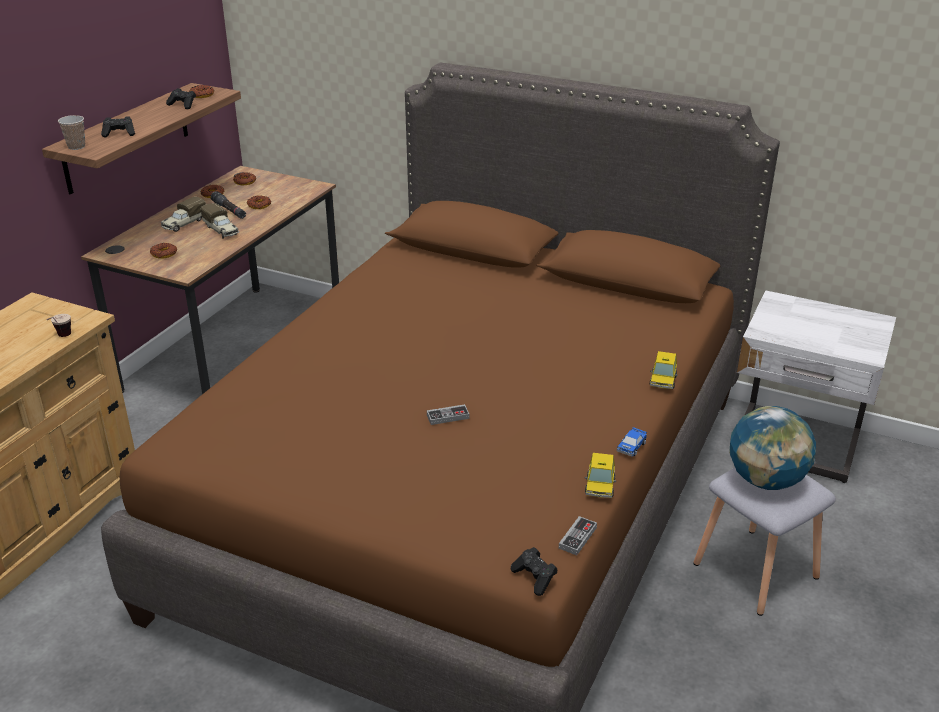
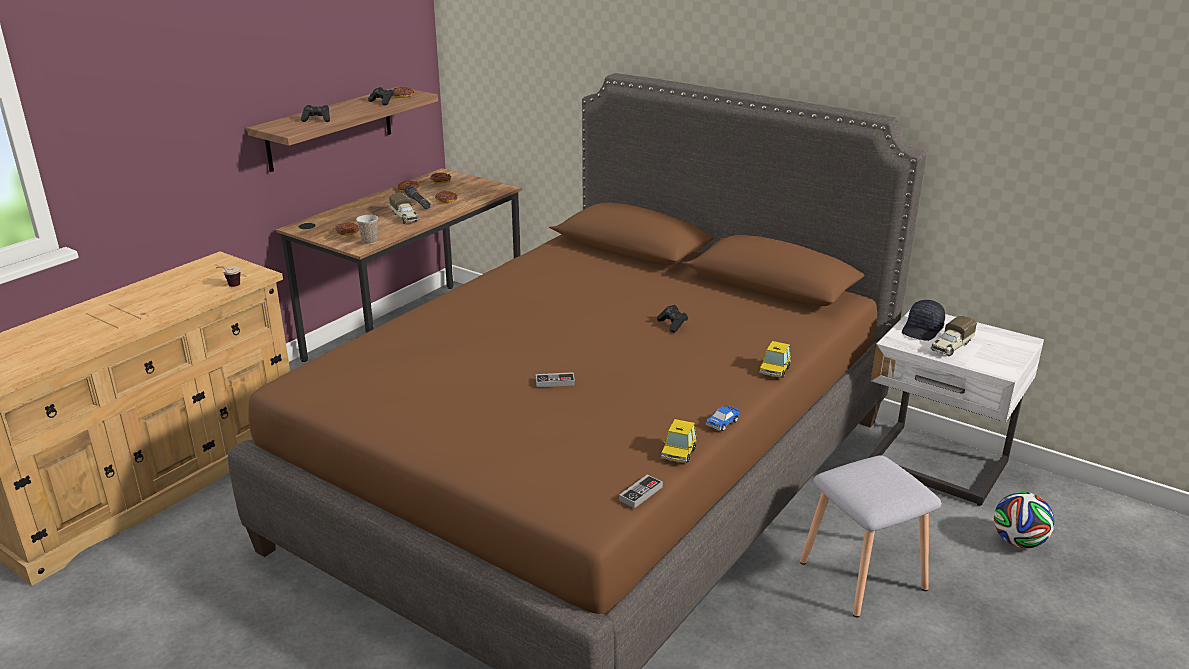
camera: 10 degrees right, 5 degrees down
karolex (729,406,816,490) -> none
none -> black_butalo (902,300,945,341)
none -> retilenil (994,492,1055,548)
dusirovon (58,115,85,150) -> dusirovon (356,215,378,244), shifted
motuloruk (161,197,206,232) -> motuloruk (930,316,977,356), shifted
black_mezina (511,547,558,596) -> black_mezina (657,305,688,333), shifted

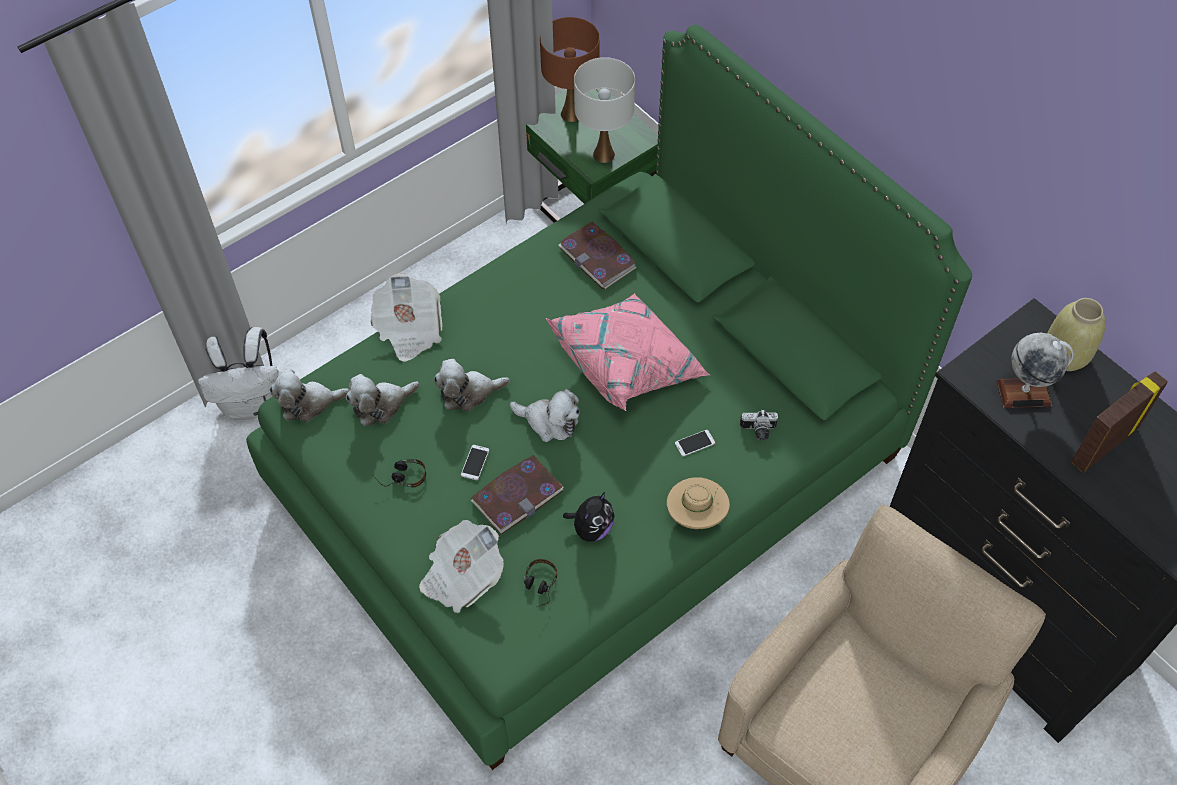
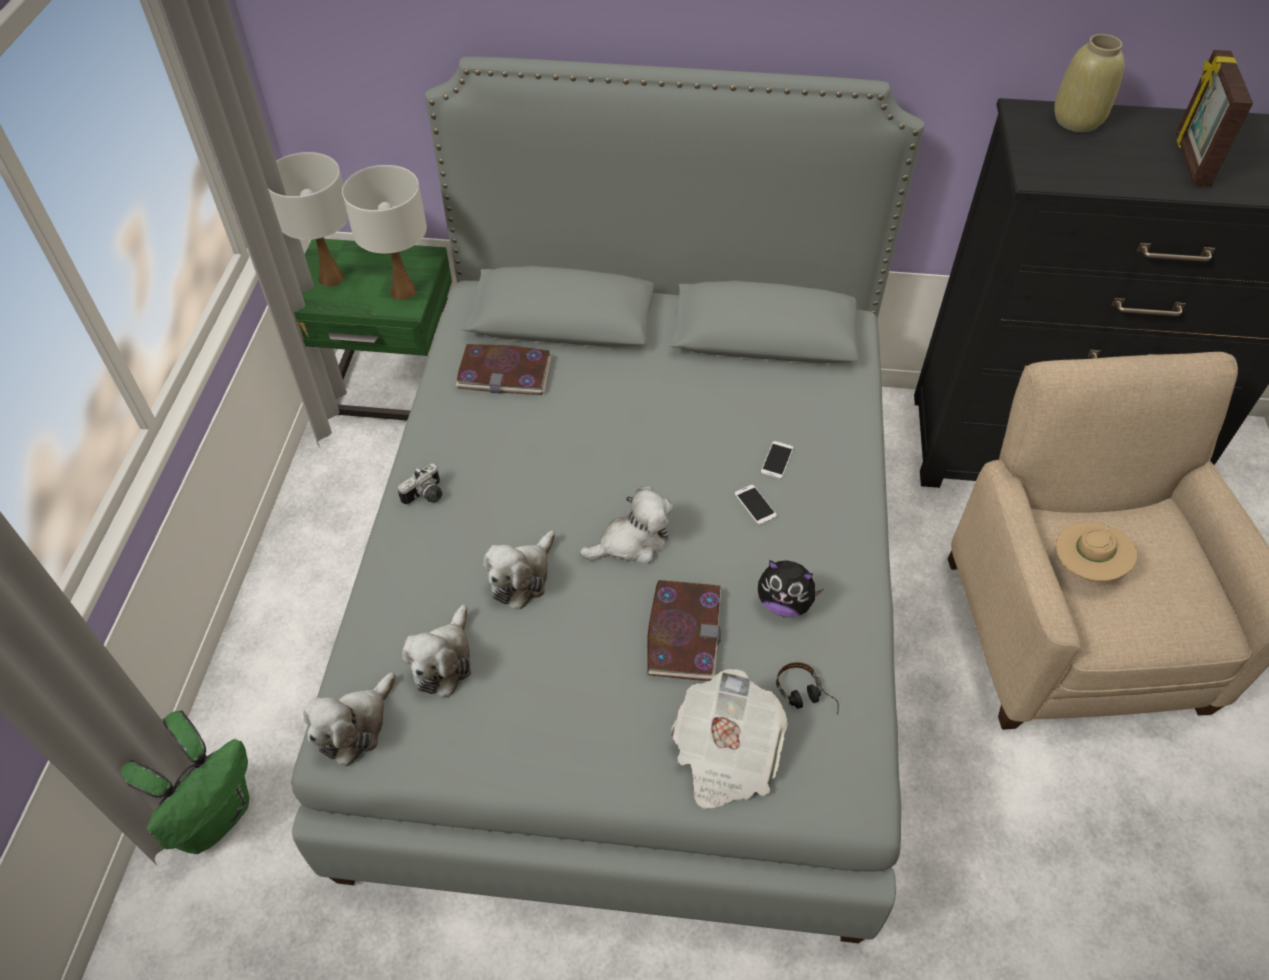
camera: 45 degrees left, 5 degrees down
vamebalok (370,273,442,362) -> none
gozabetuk (372,459,426,487) -> none
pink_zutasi (546,293,710,411) -> none
karolex (997,333,1074,408) -> none
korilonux (461,445,489,480) -> korilonux (735,485,777,525), shifted
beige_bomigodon (667,477,730,529) -> beige_bomigodon (1056,521,1138,582), shifted
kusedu (740,409,778,441) -> kusedu (398,464,442,505), shifted
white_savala (198,327,279,420) -> green_savala (121,710,249,854)
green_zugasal (246,25,972,770) -> grey_zugasal (291,56,924,943)
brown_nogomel (540,17,600,122) -> white_nogomel (268,152,349,286)
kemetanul (563,492,614,542) -> kemetanul (758,560,823,617), 120 degrees clockwise

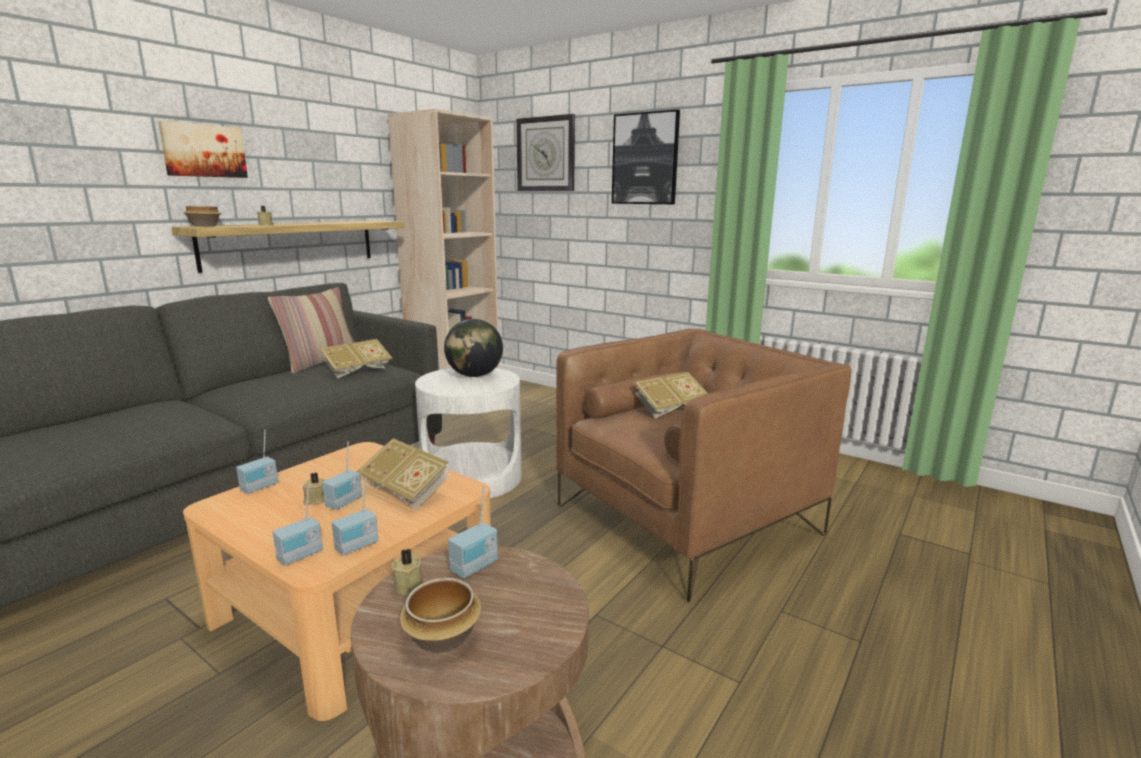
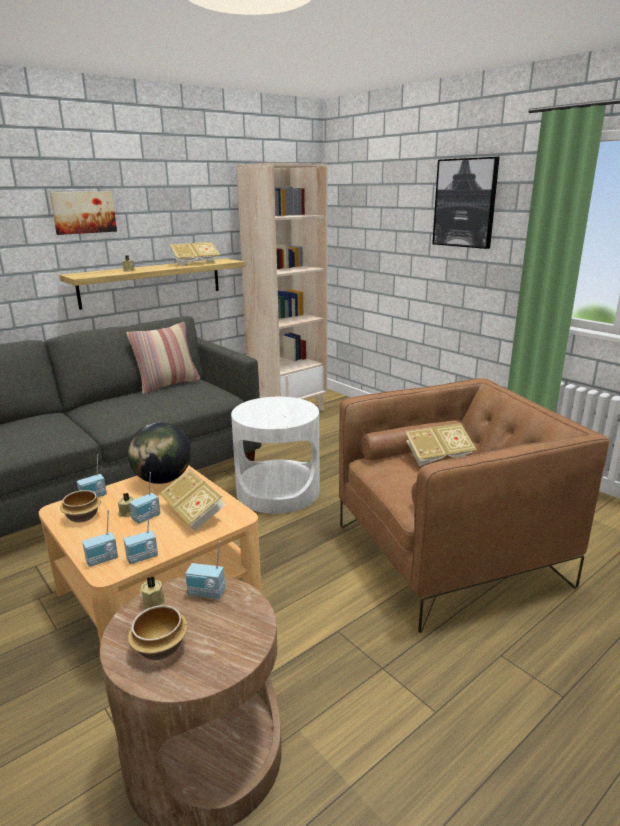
camera: 15 degrees right, 5 degrees up
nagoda (516,114,575,191) -> none
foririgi (183,206,222,226) -> foririgi (60,490,101,523), shifted
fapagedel (319,339,393,378) -> fapagedel (169,242,220,266), shifted
karolex (444,319,503,377) -> karolex (128,422,191,484), shifted
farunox (448,486,498,579) -> farunox (185,541,225,599), 45 degrees clockwise

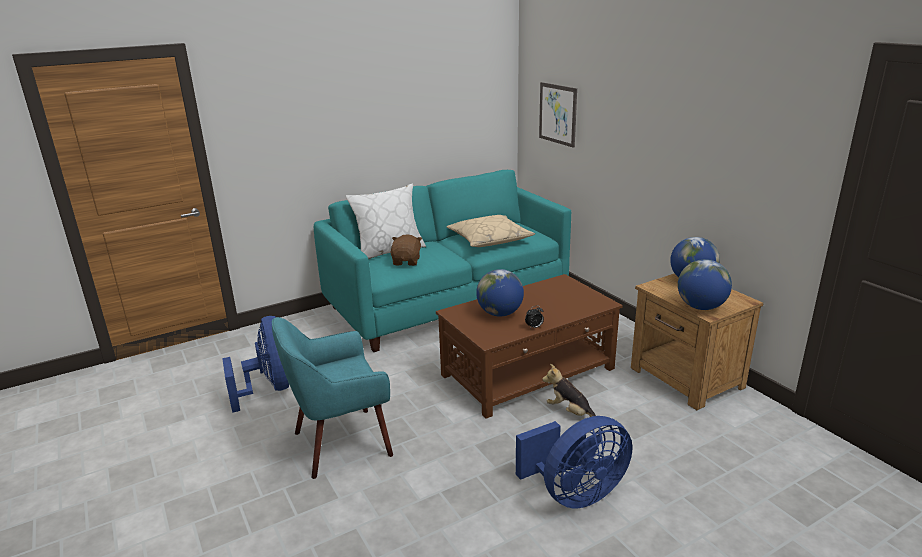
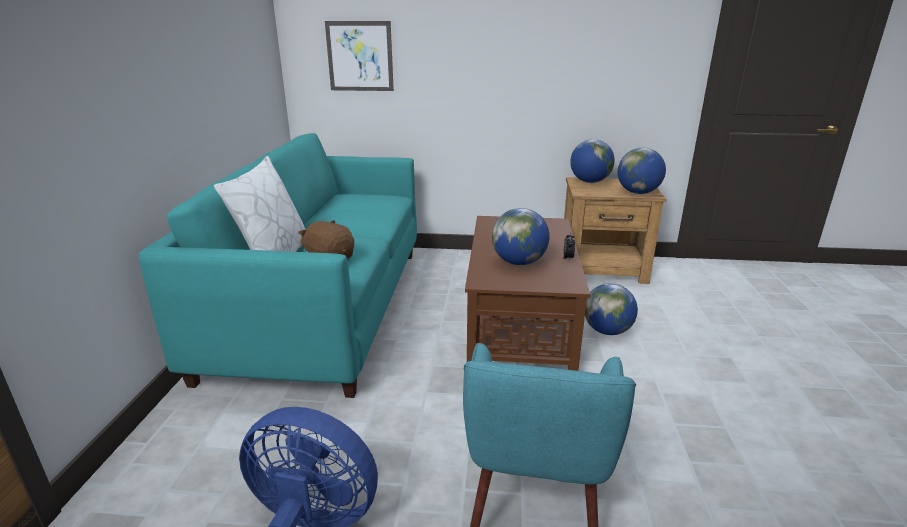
camera: 55 degrees left, 0 degrees up
beige_zutasi (447,215,535,247) -> none
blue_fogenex (516,416,632,508) -> none
kemetanul (542,364,596,417) -> karolex (585,283,638,335)

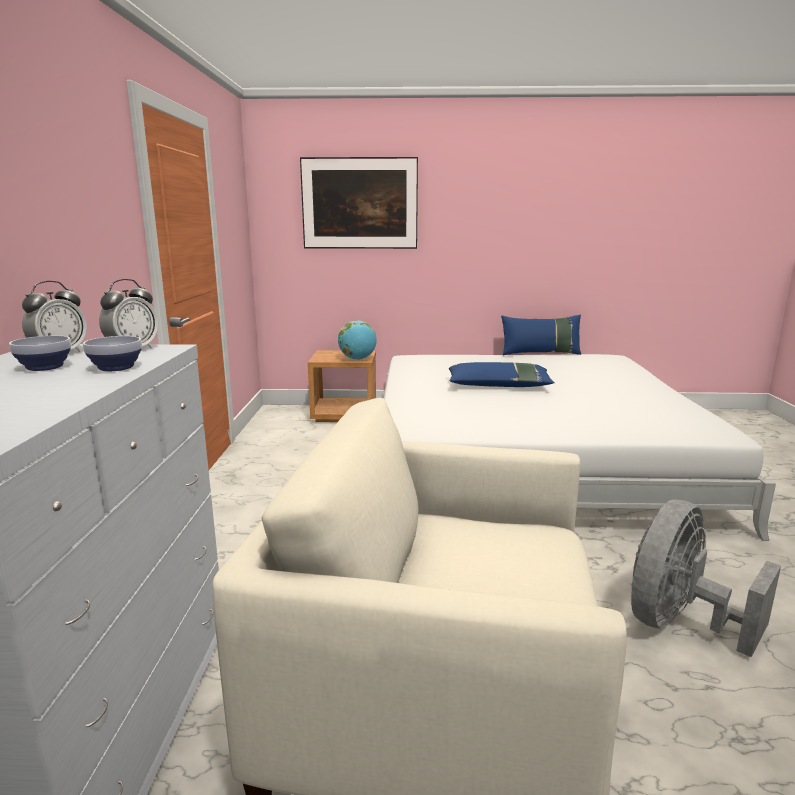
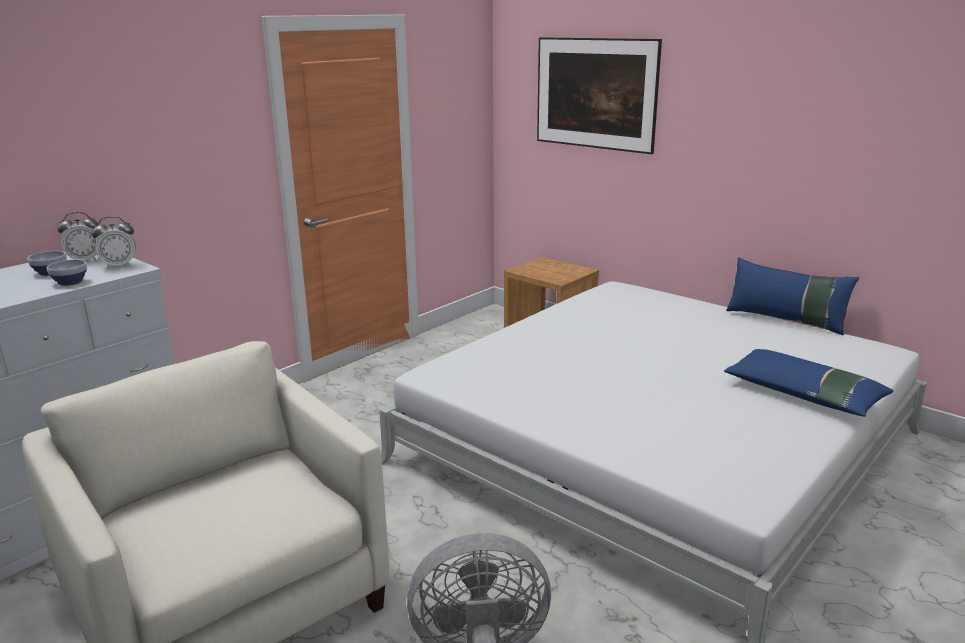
camera: 40 degrees right, 5 degrees up
karolex (338,320,377,360) -> none
blue_zutasi (449,362,555,387) -> blue_zutasi (724,349,893,417), shifted

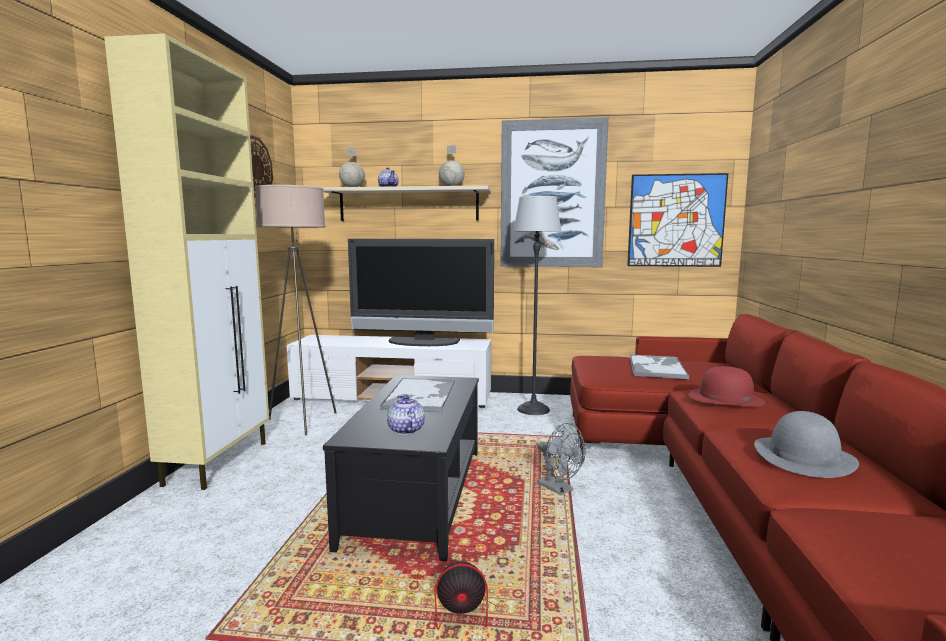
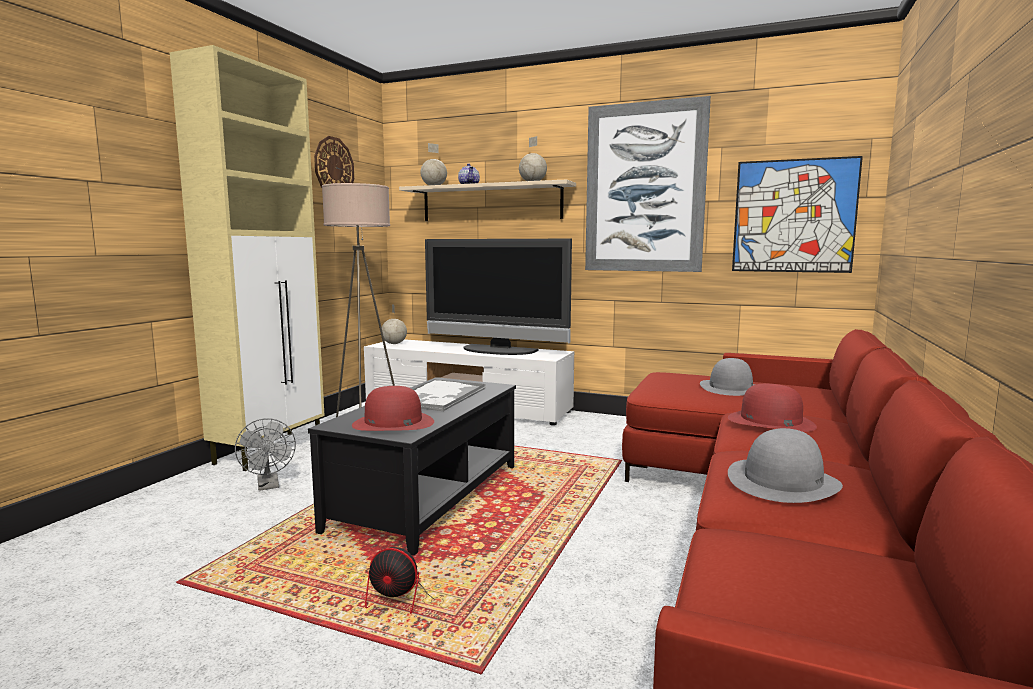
camera: 15 degrees right, 0 degrees up
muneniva (513,196,561,415) -> none
none -> karolex (382,304,407,344)
grey_fogenex (537,423,586,495) -> grey_fogenex (235,418,296,491), shifted
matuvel (387,395,425,435) -> red_bomigodon (352,386,434,431)
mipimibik (630,355,689,379) -> grey_bomigodon (700,358,755,396)

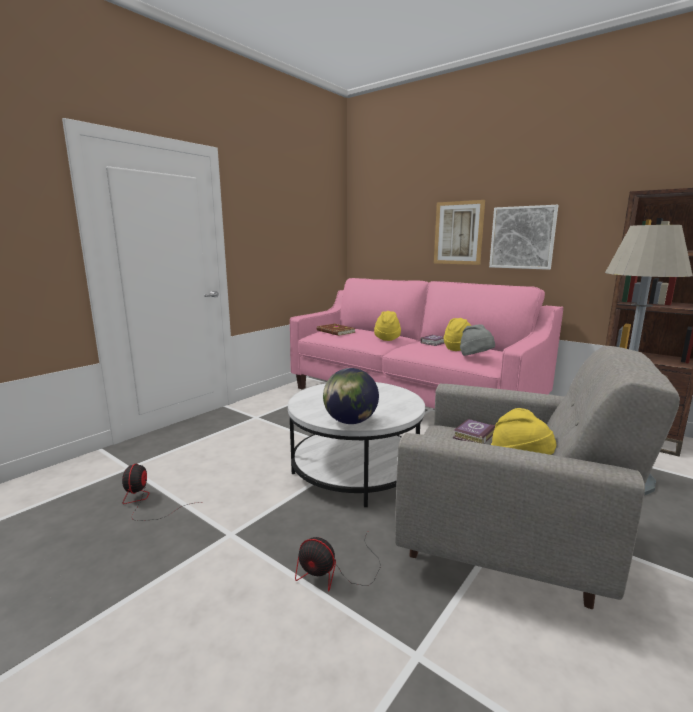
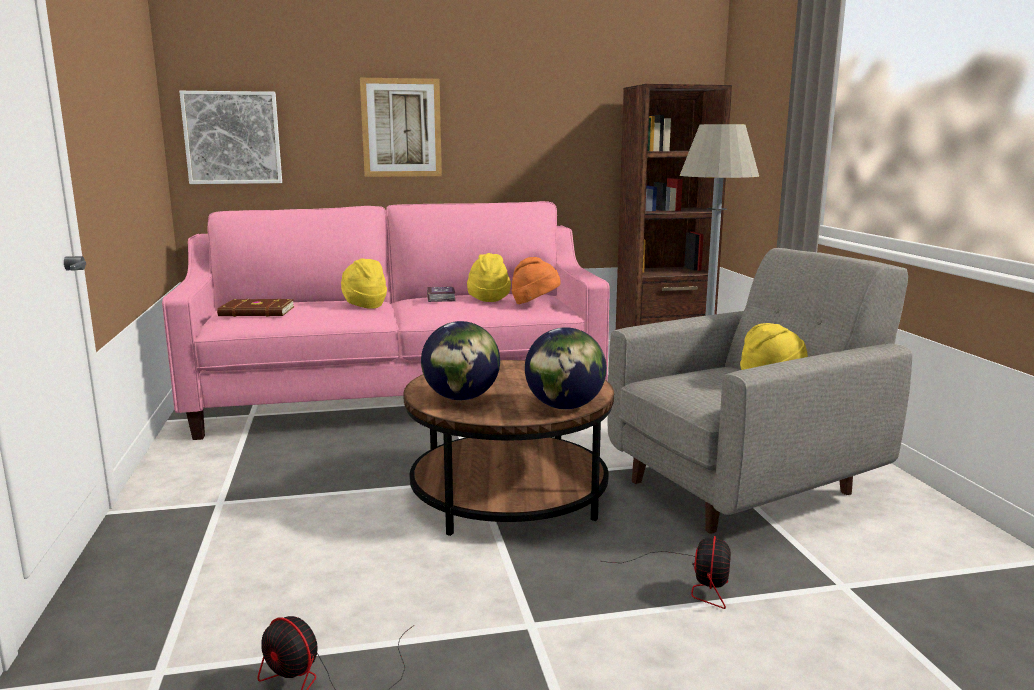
camera: 50 degrees left, 0 degrees up
fapagedel (453,419,495,444) -> none
none -> karolex (421,321,500,400)
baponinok (489,205,558,270) -> baponinok (179,91,282,184), shifted
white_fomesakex (288,382,425,507) -> brown_fomesakex (403,360,614,536)
grey_bomigodon (460,324,495,356) -> orange_bomigodon (511,257,561,304)
fogenex (295,532,381,592) -> fogenex (602,536,731,609), 45 degrees counterclockwise

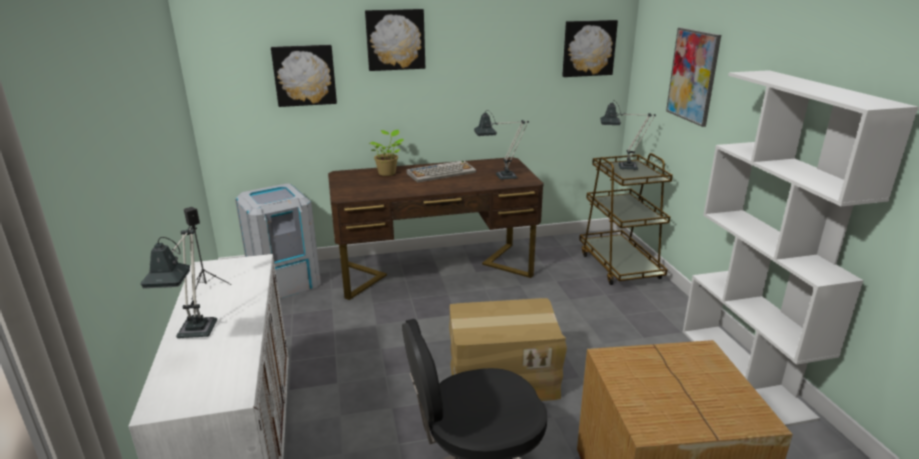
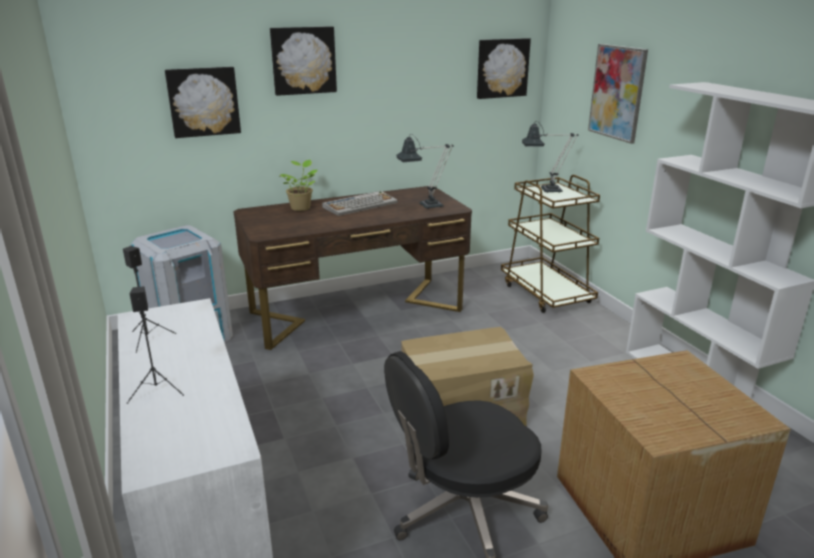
camera: 10 degrees left, 0 degrees up
nogomel (140,227,217,338) -> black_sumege (127,286,184,404)

